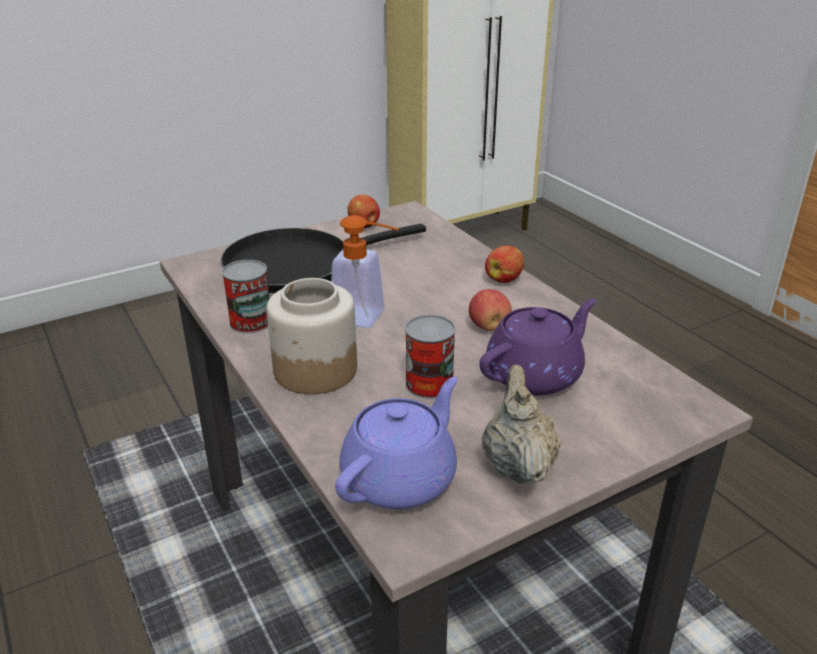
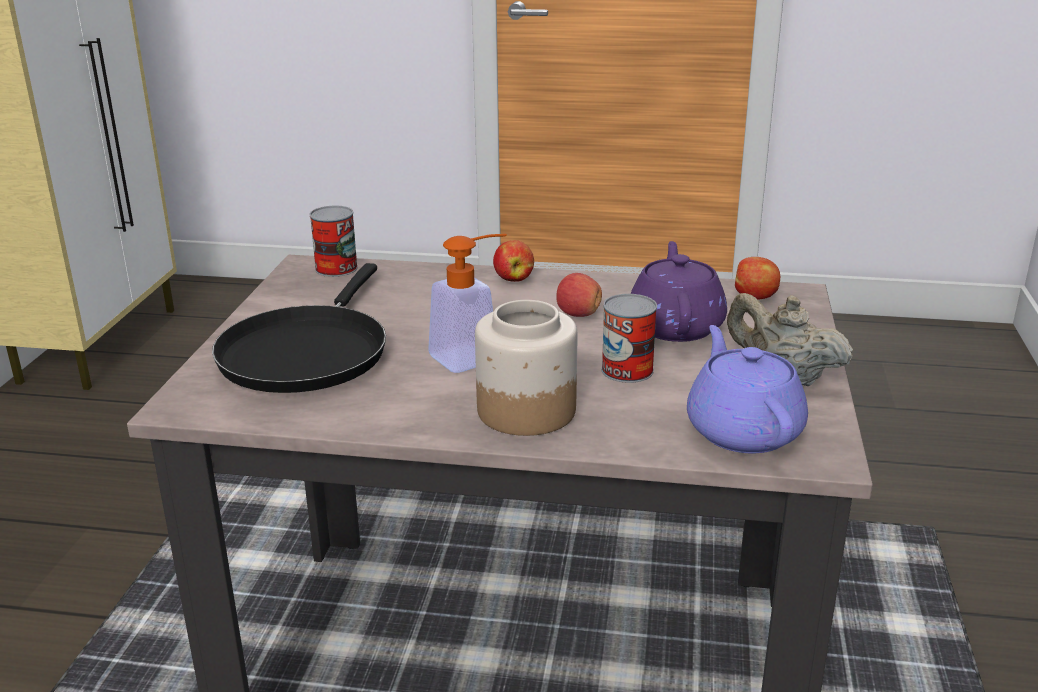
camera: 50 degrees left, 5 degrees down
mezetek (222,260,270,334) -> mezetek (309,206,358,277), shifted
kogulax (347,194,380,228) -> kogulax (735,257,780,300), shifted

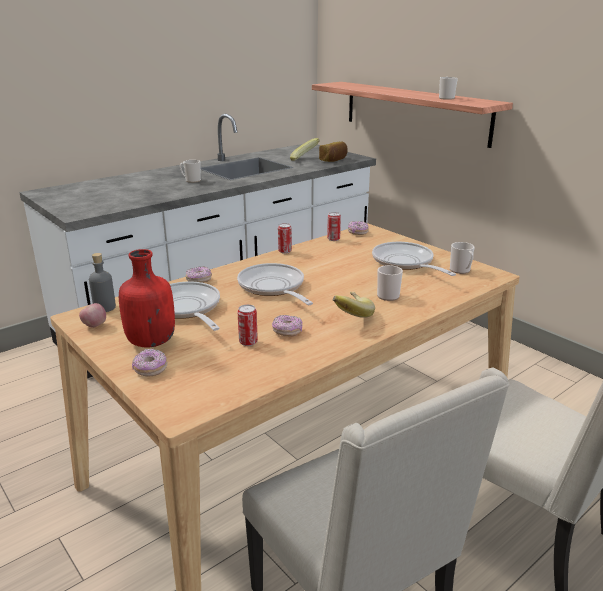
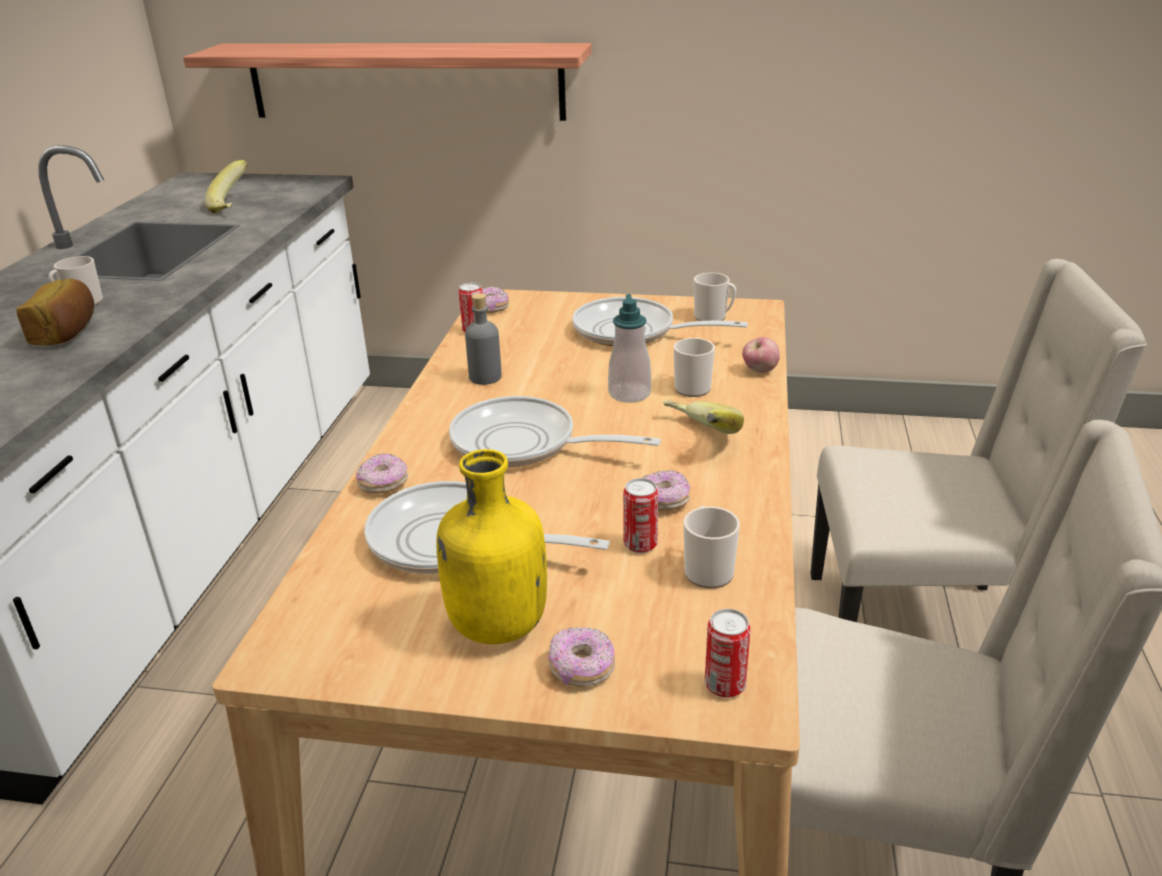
camera: 40 degrees left, 5 degrees up
none -> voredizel (608,294,651,403)
kogulax (79,303,106,328) -> kogulax (742,337,780,373), shifted
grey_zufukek (89,253,116,312) -> grey_zufukek (465,293,502,385), shifted
mezetek (278,223,292,254) -> mezetek (705,609,751,698), shifted
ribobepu (319,142,348,162) -> ribobepu (16,279,94,346), shifted
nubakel (439,77,458,100) -> nubakel (683,506,740,589), shifted
red_zufukek (119,249,175,347) -> yellow_zufukek (436,449,547,644)

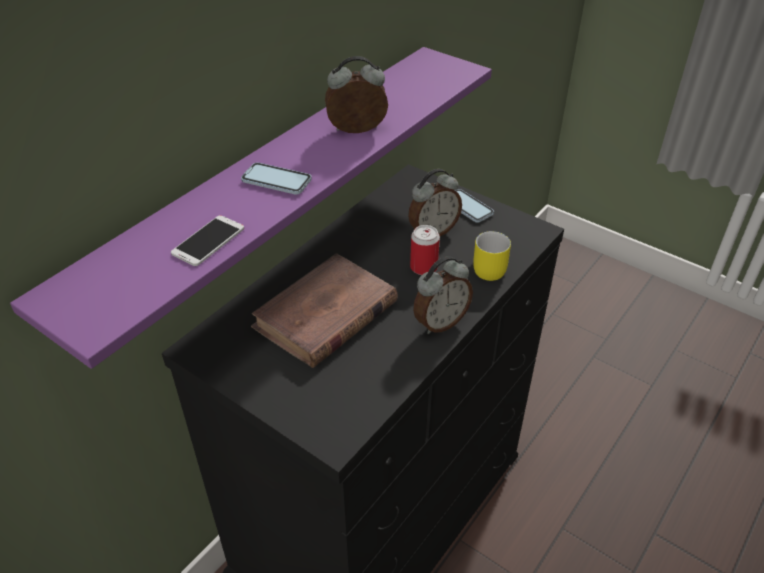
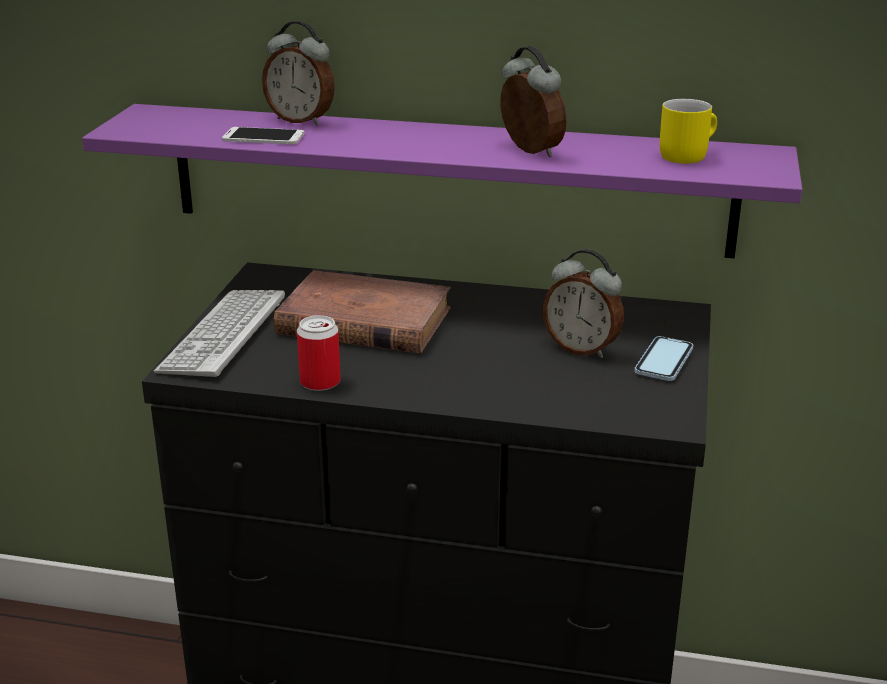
camera: 65 degrees right, 15 degrees down
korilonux (241,163,312,195) -> none
none -> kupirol (154,290,285,377)
mezetek (410,225,440,275) -> mezetek (297,315,341,391), shifted
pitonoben (413,256,473,334) -> pitonoben (262,21,335,126), shifted
yellow_nubakel (473,231,511,281) -> yellow_nubakel (660,99,717,164), shifted

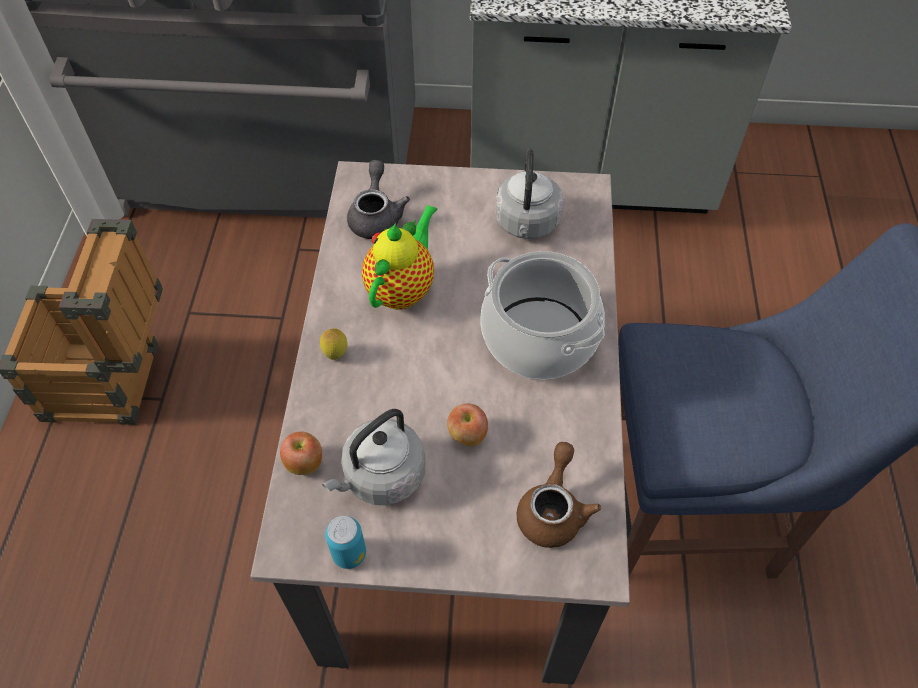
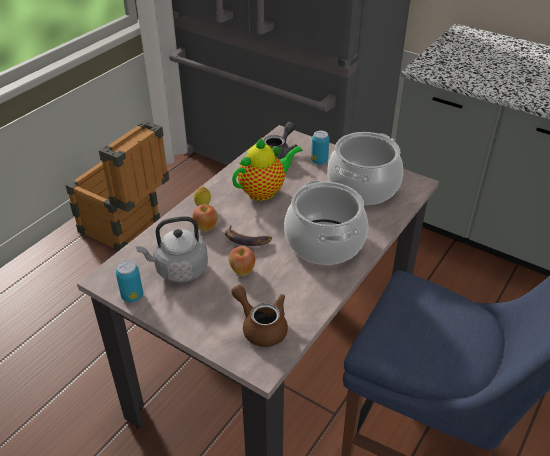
camera: 30 degrees right, 15 degrees down
none -> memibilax (225,225,272,246)
none -> mezetek (311,131,330,164)
kogulax (280,431,322,475) -> kogulax (192,204,217,232), shifted
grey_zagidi (495,149,564,239) -> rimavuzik (327,132,403,205)
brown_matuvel (516,442,601,548) -> brown_matuvel (231,285,288,347), 90 degrees counterclockwise

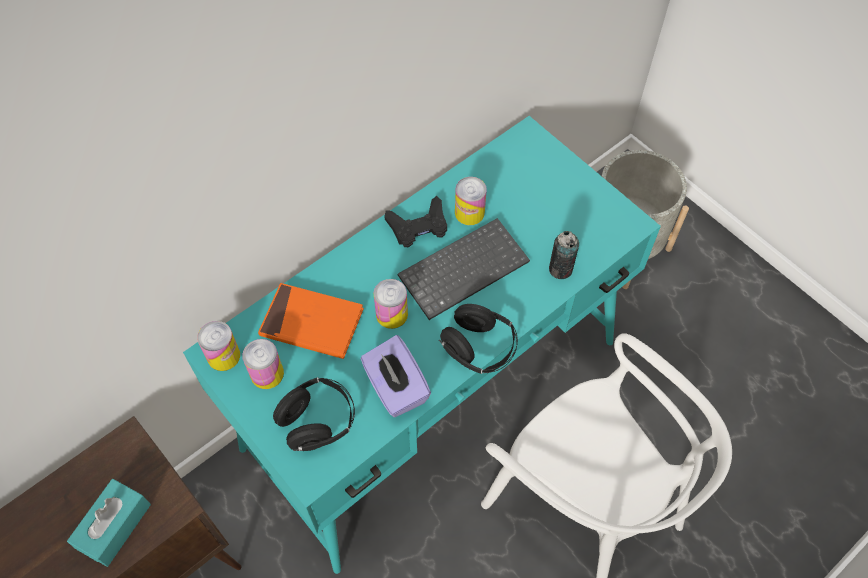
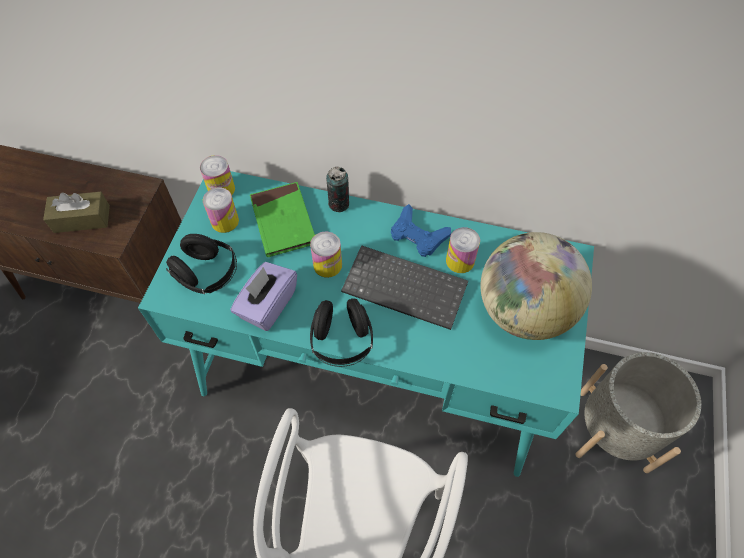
camera: 55 degrees right, 0 degrees up
none -> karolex (481,232,592,340)
mezetek (549,231,579,279) -> mezetek (326,167,349,212), shifted
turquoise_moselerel (67,479,151,567) -> brown_moselerel (43,192,110,233)
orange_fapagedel (258,283,364,359) -> green_fapagedel (250,182,315,257)
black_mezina (384,196,447,247) -> blue_mezina (391,204,451,257)

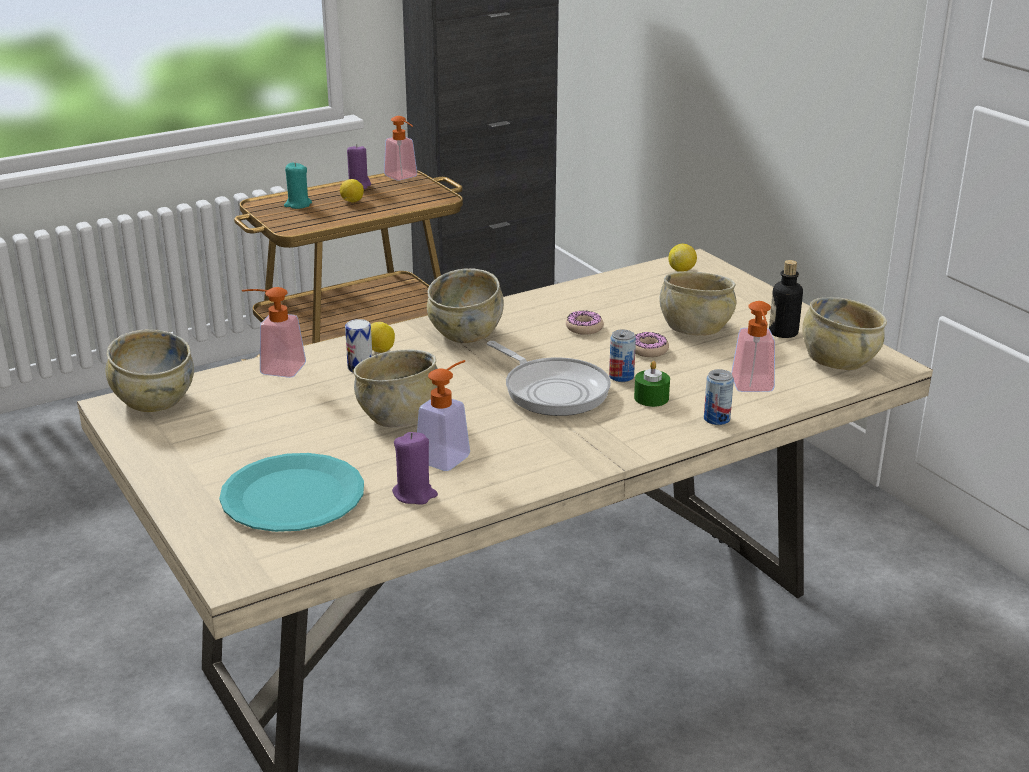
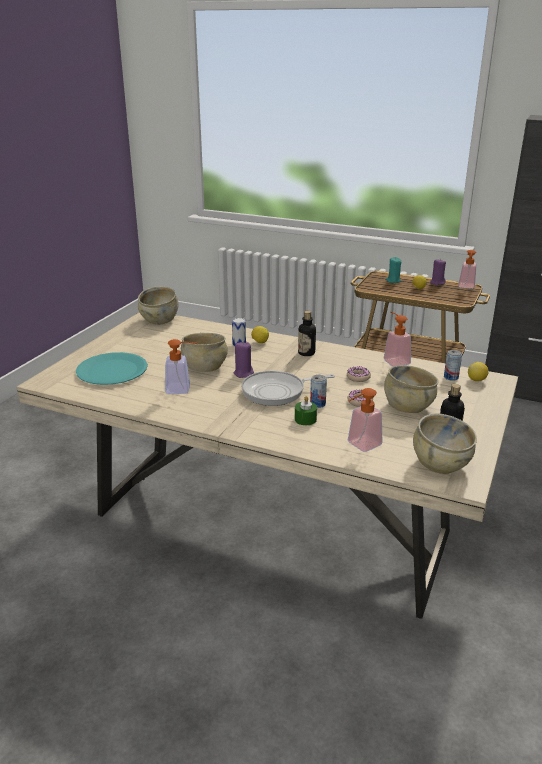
camera: 55 degrees right, 0 degrees up
voredizel (242,287,306,378) -> voredizel (384,311,411,367), shifted
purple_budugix (392,432,438,505) -> purple_budugix (234,342,254,378), shifted
mezetek (704,369,734,425) -> mezetek (444,350,462,381), shifted
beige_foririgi (427,268,504,343) -> zufukek (298,311,316,356)
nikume (487,341,611,416) -> nikume (241,371,335,406), 60 degrees clockwise

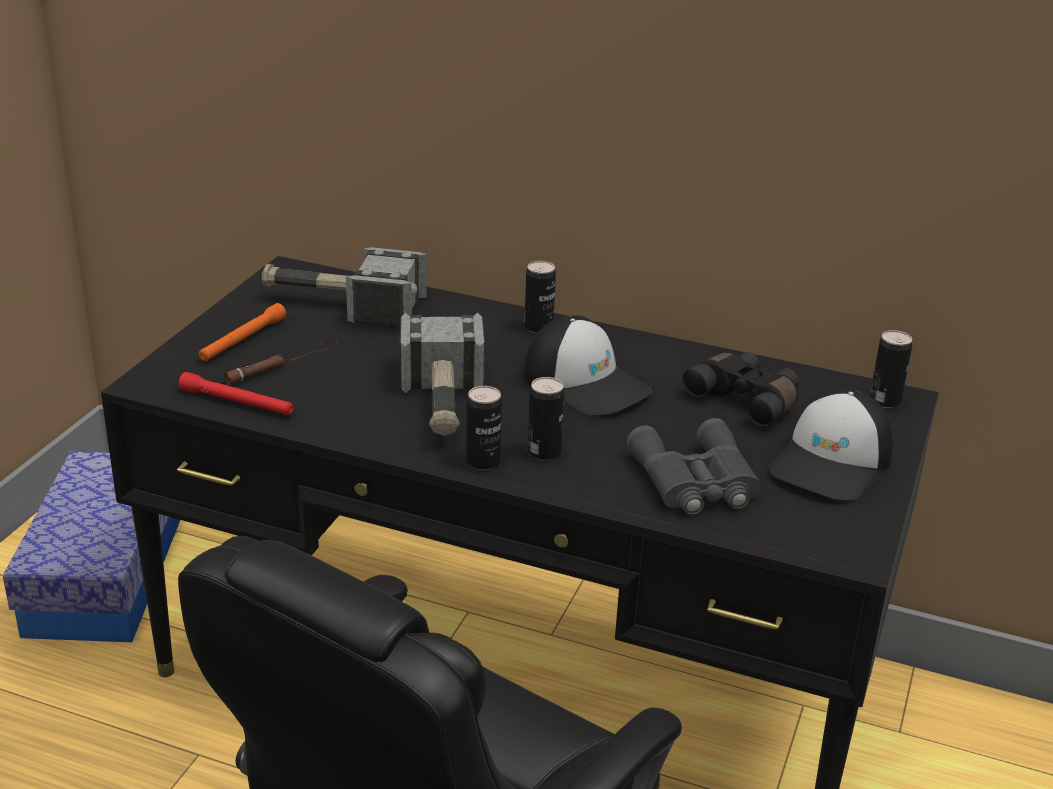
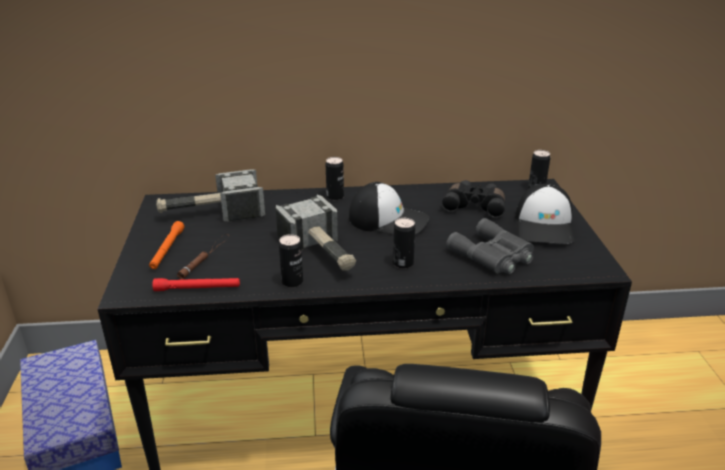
camera: 25 degrees left, 0 degrees up
mezetek (466,386,502,470) -> mezetek (279,234,303,288), shifted

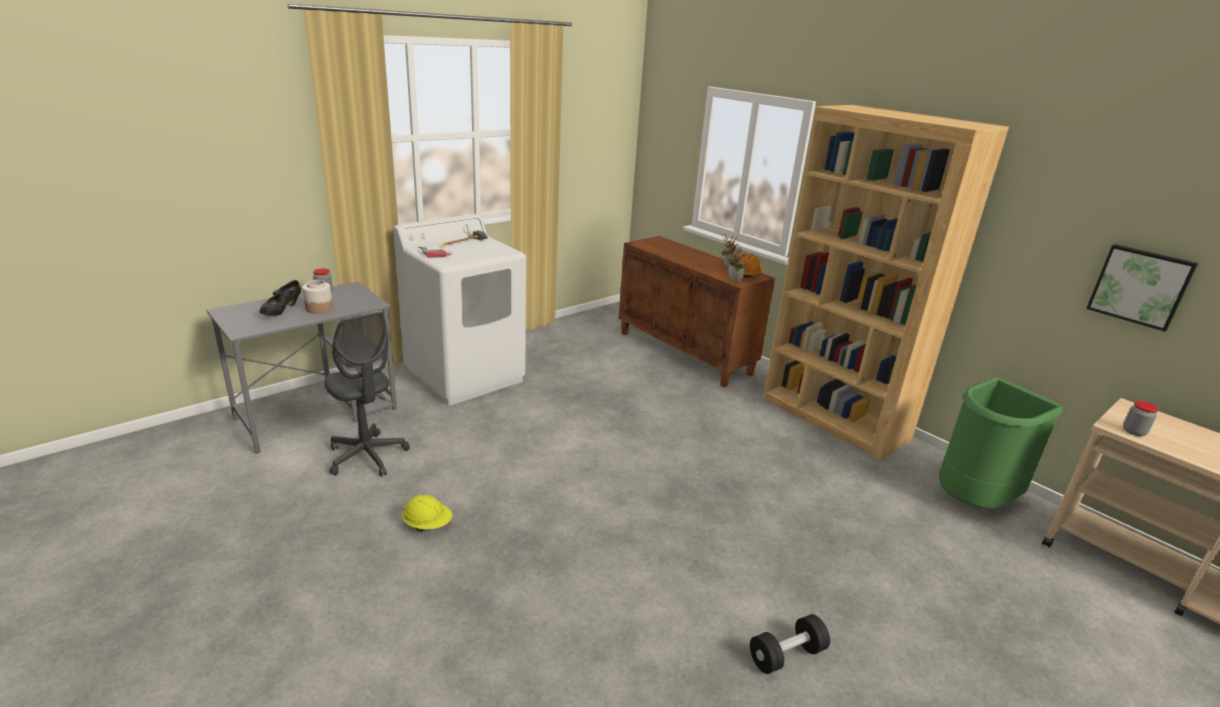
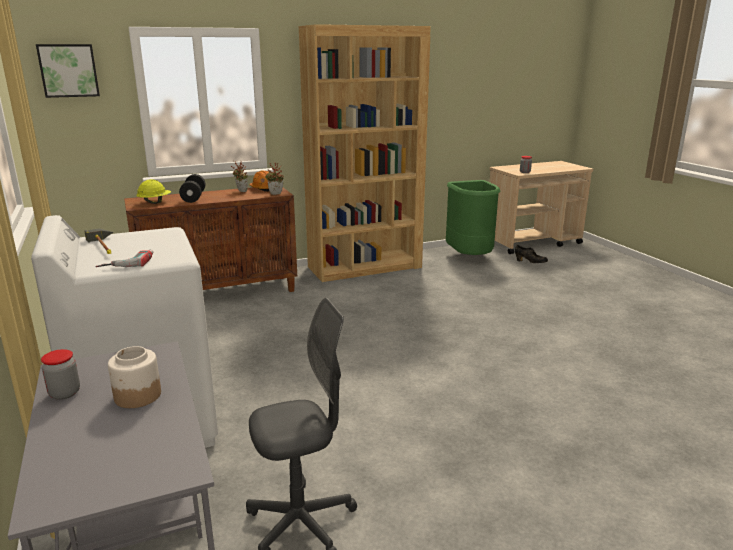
camera: 70 degrees left, 5 degrees down
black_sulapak (259,280,301,316) -> black_sulapak (515,245,548,263), shifted
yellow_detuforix (402,495,452,532) -> yellow_detuforix (136,179,171,204), shifted
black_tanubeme (750,614,830,674) -> black_tanubeme (179,174,205,203), shifted
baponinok (1086,244,1198,332) -> baponinok (36,44,100,98), shifted

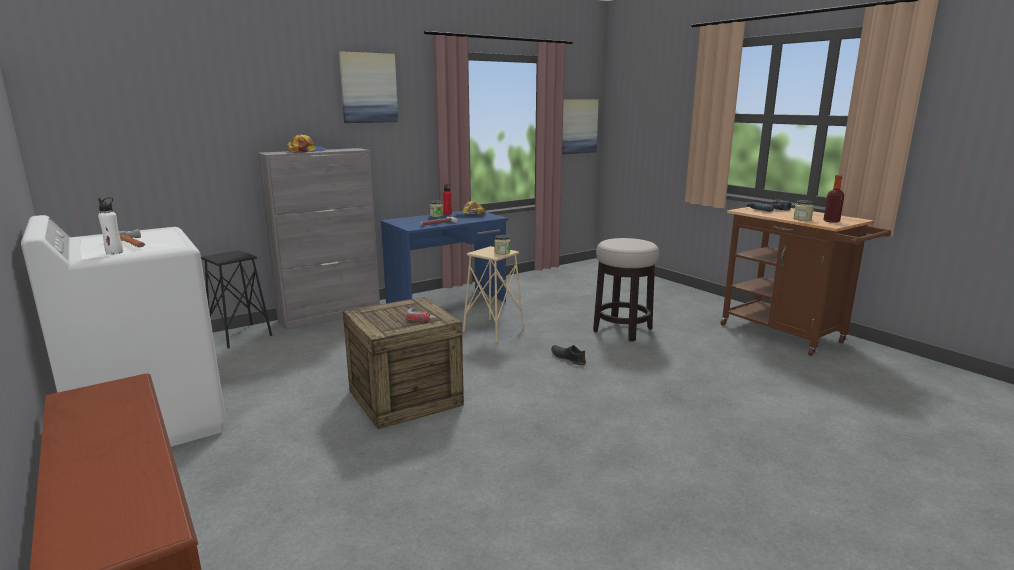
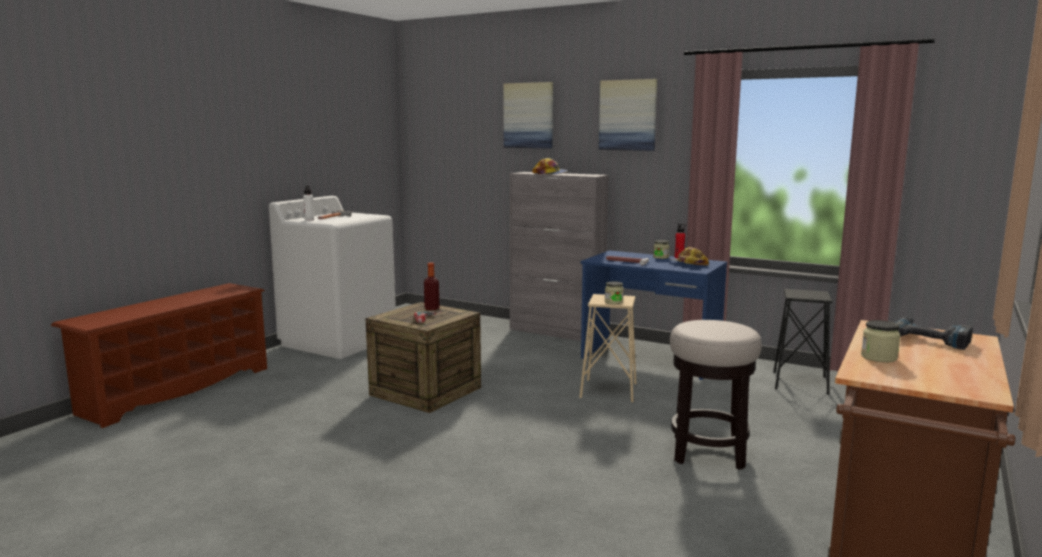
camera: 65 degrees right, 5 degrees down
black_sulapak (551,345,586,365) -> none
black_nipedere (201,250,272,349) -> black_nipedere (773,289,833,395), shifted
baponinok (562,100,599,154) -> baponinok (503,82,553,149), shifted
zufukek (823,175,844,223) -> zufukek (424,262,440,310), shifted

